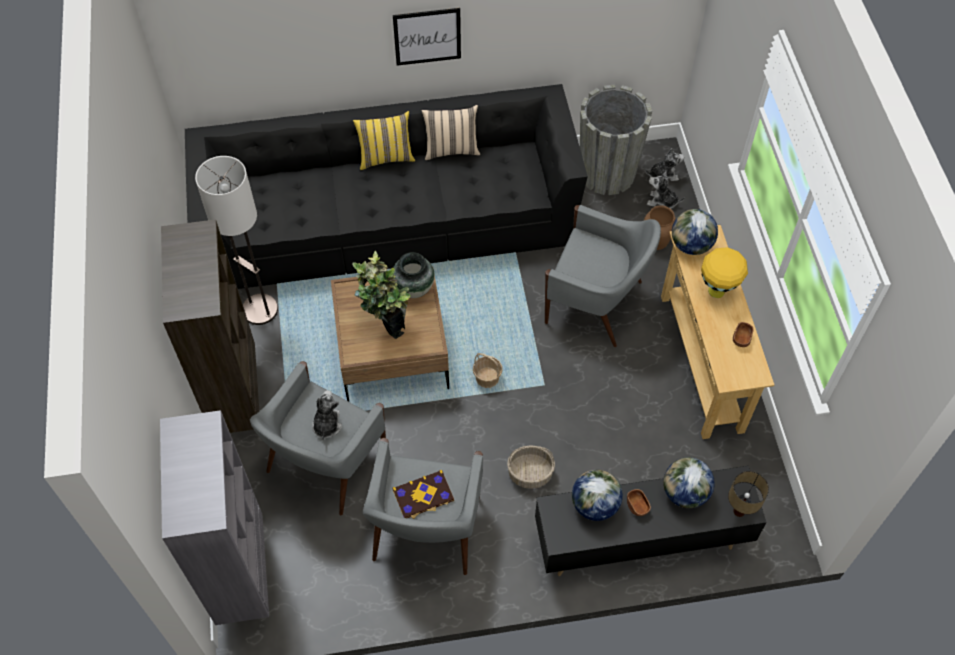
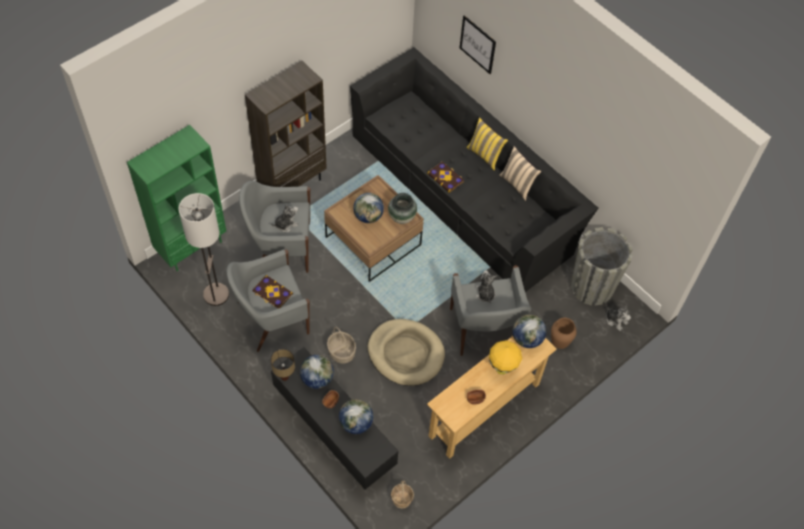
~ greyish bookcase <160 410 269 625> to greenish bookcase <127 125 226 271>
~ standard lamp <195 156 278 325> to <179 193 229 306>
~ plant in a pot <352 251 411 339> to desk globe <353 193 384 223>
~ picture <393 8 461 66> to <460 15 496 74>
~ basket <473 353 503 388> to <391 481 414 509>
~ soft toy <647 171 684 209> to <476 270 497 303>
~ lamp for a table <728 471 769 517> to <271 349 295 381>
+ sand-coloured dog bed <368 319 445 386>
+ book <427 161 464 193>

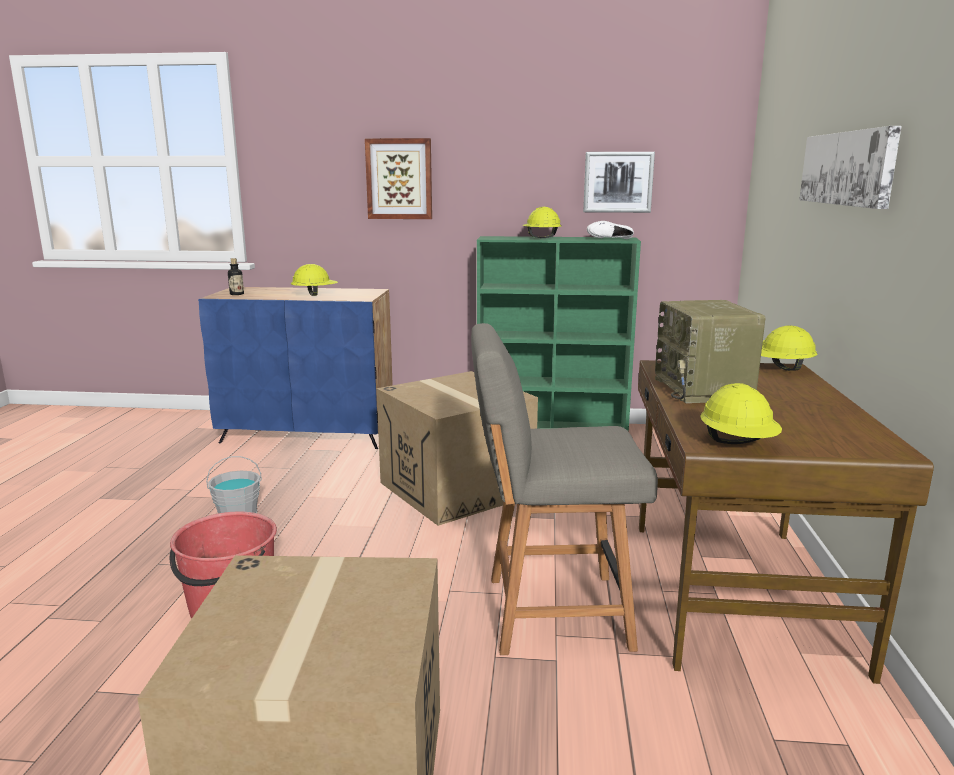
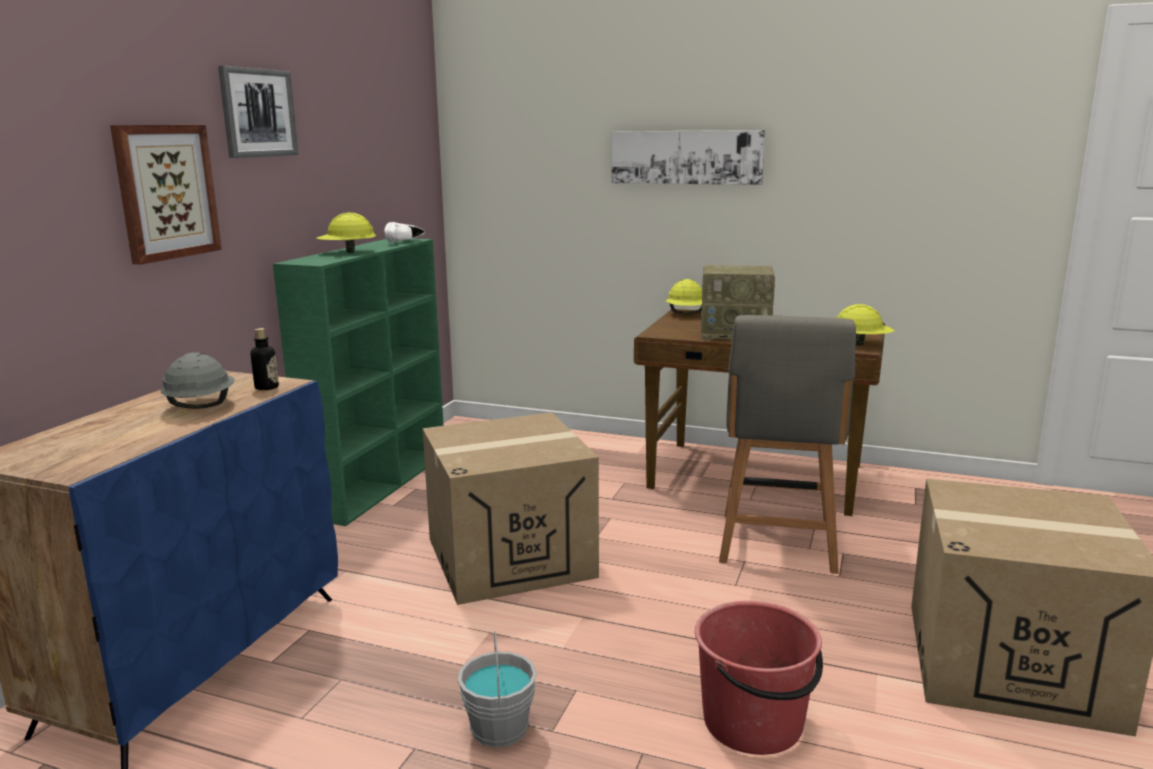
~ beverage bottle <228 258 244 295> to <250 328 279 390>
~ yellow safety helmet <291 264 338 296> to greyish safety helmet <161 352 235 409>
~ picture <583 152 655 213> to <218 66 299 158>

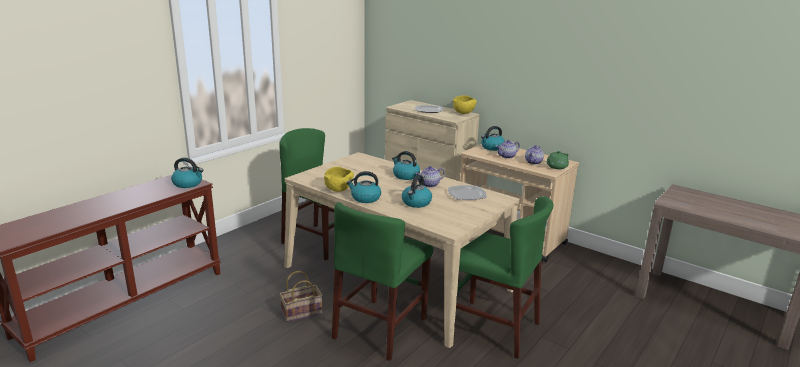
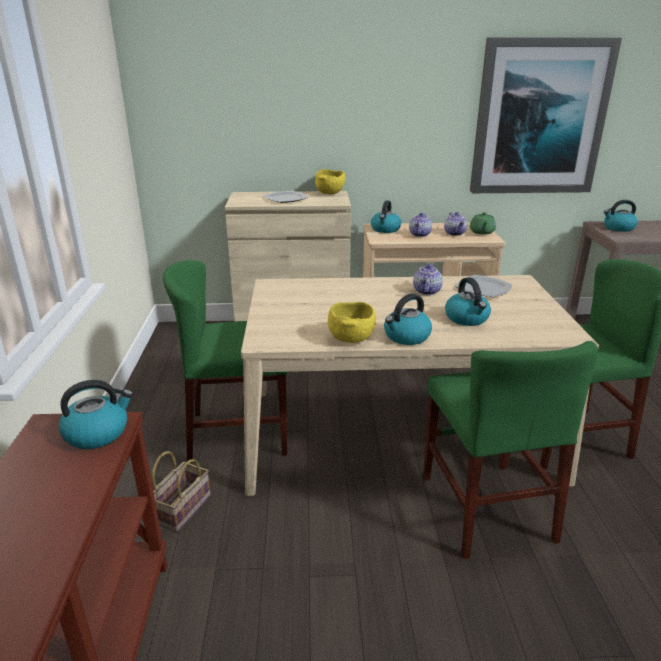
~ basket <280 271 322 322> to <152 451 211 532>
~ water kettle <392 151 420 180> to <604 200 638 232>
+ picture <470 37 622 193>

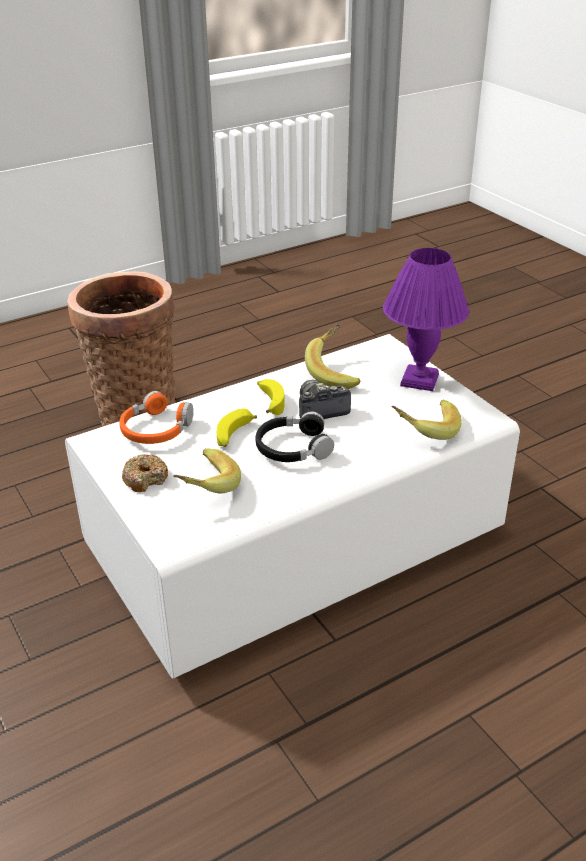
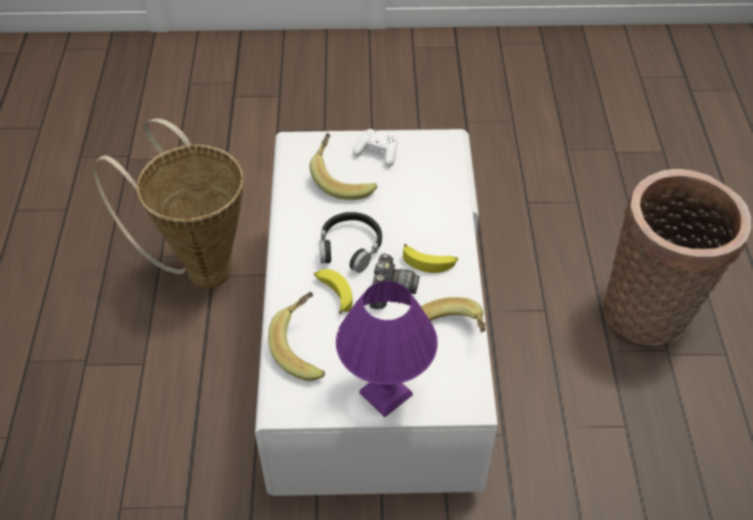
- orange-coloured headphones <119 391 193 444>
~ ring doughnut <122 454 168 492> to whitish gamepad <353 129 398 167>
~ banana <217 408 257 447> to <314 269 352 314>
+ basket <94 118 244 288>

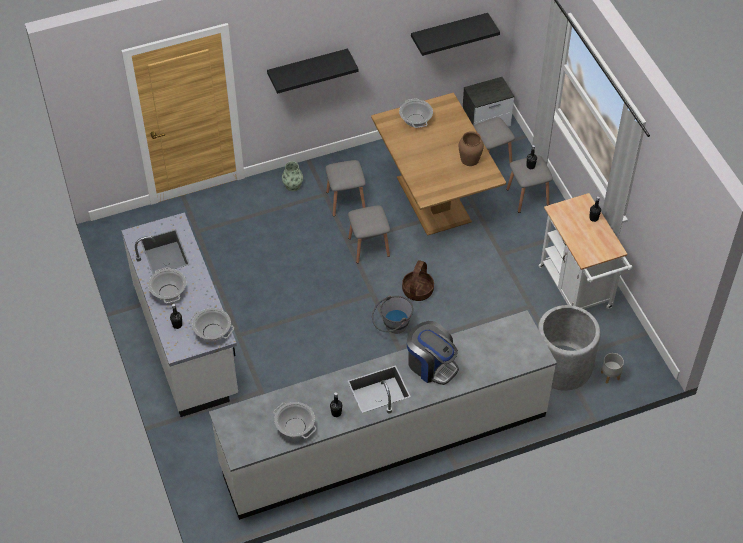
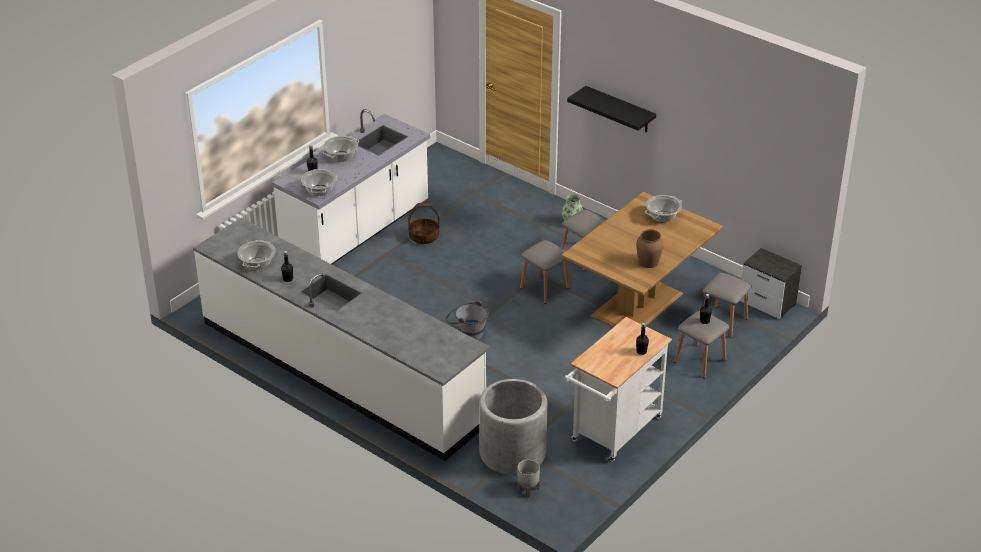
~ basket <402 260 434 301> to <408 202 439 244>
- coffee brewer <407 321 459 385>
- blackish bracket shelf <411 13 500 56>

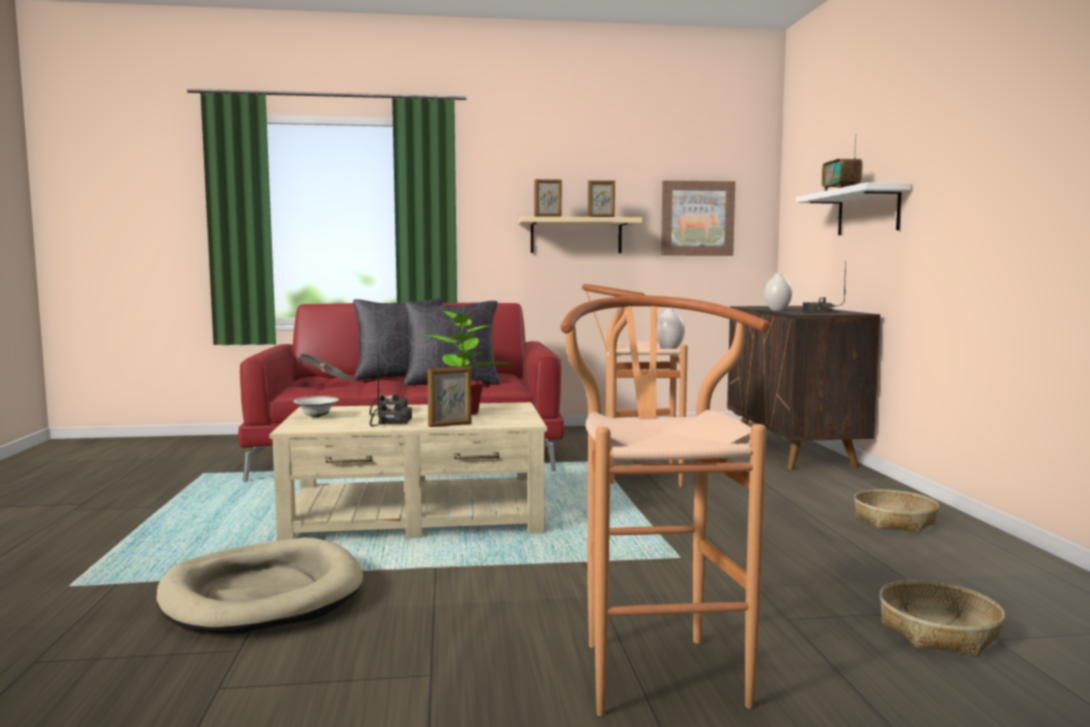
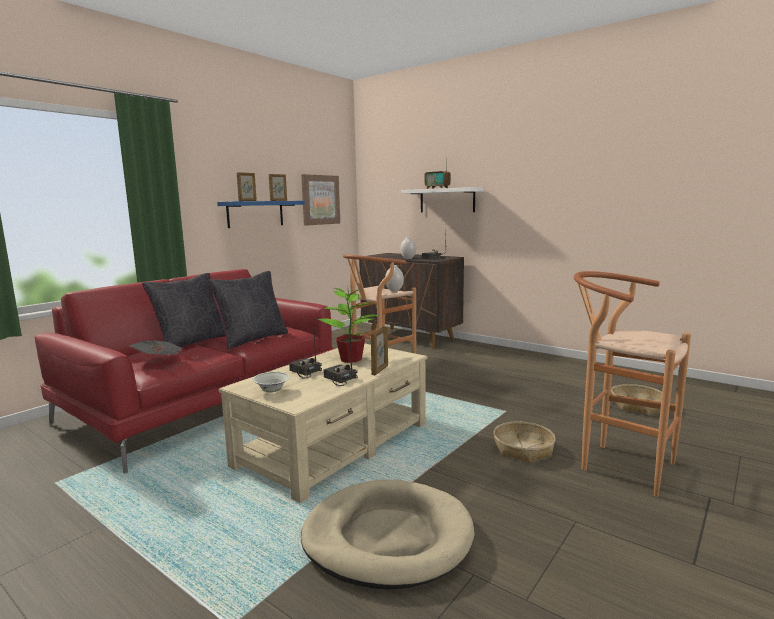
~ sand-coloured bracket shelf <518 216 642 253> to blue-coloured bracket shelf <217 201 305 228>
~ basket <854 489 940 533> to <493 422 555 463>

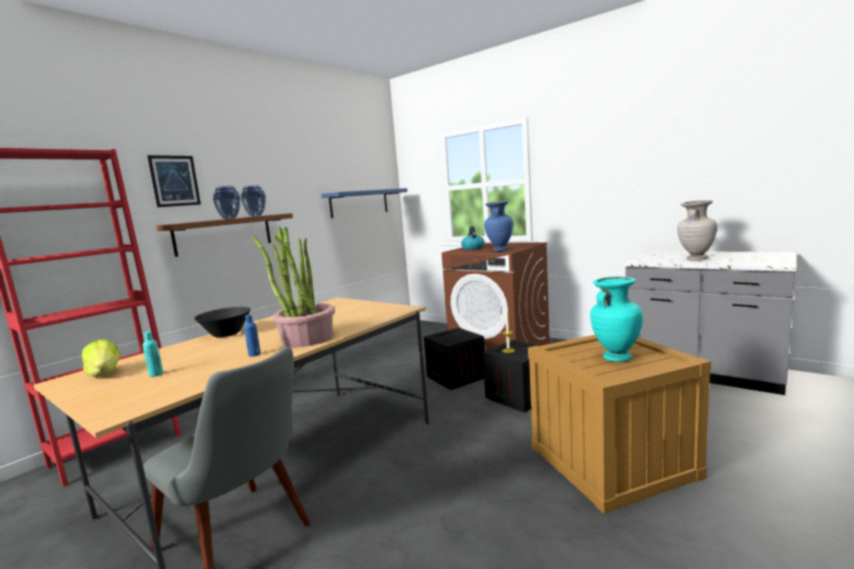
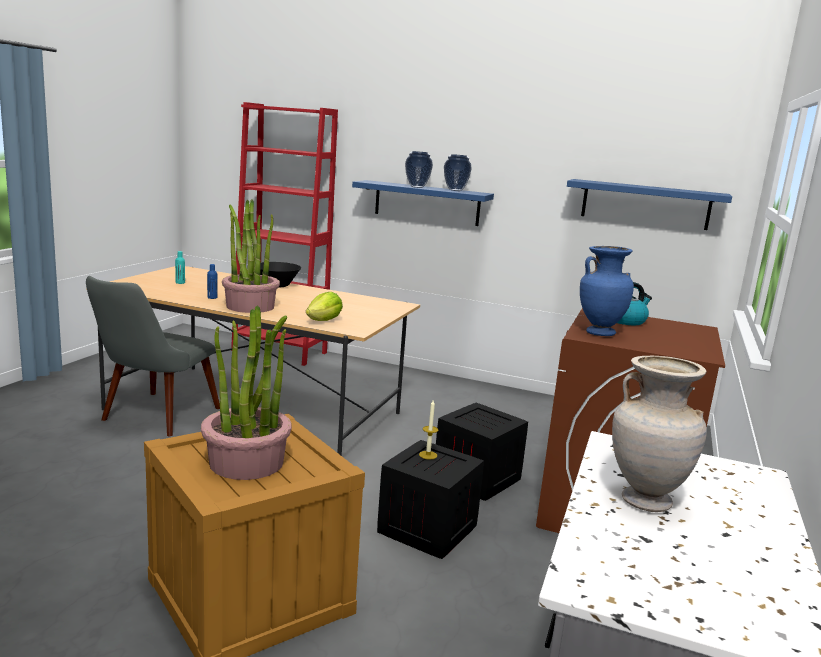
~ lettuce head <82 339 120 377> to <306 292 343 321>
- picture <147 155 201 207>
~ brownish bracket shelf <156 213 293 257> to blue-coloured bracket shelf <352 180 494 226>
~ turquoise flower vase <590 276 643 362> to plant in a pot <201 306 292 480>

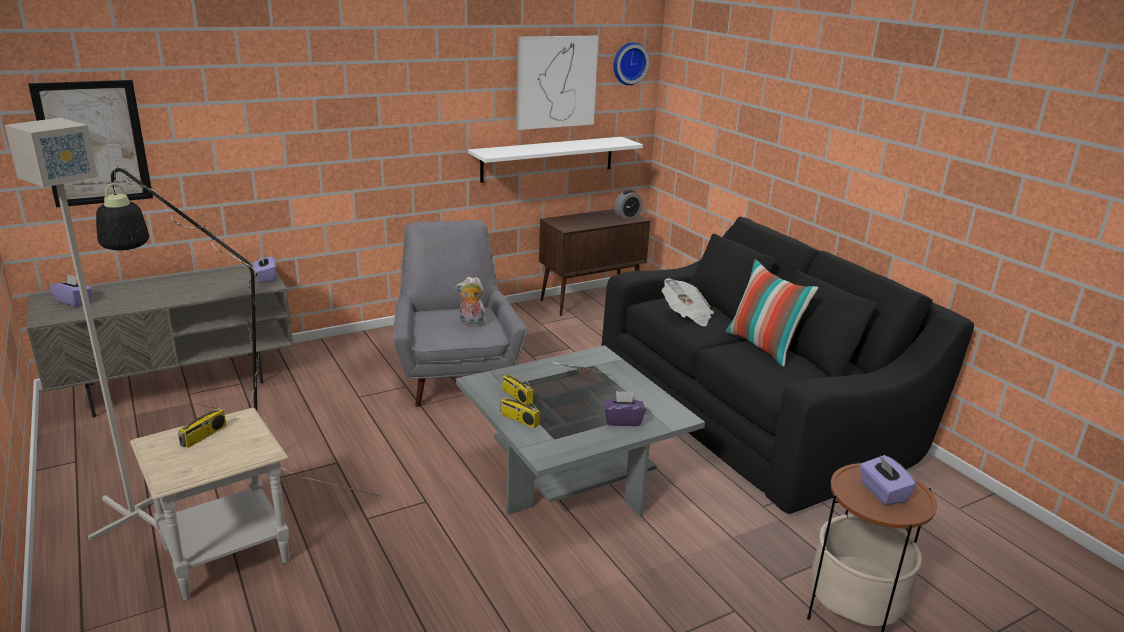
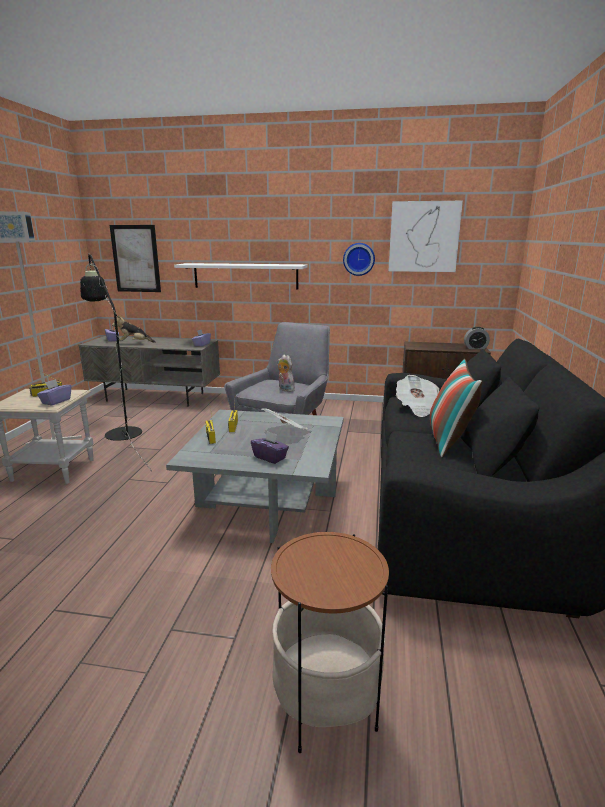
~ whitish bracket shelf <468 137 643 183> to <174 263 307 290>
~ wall clock <613 42 649 85> to <343 243 375 276>
~ purple-coloured box of tissues <859 455 916 505> to <37 379 71 406>
+ soft toy <112 315 156 343>

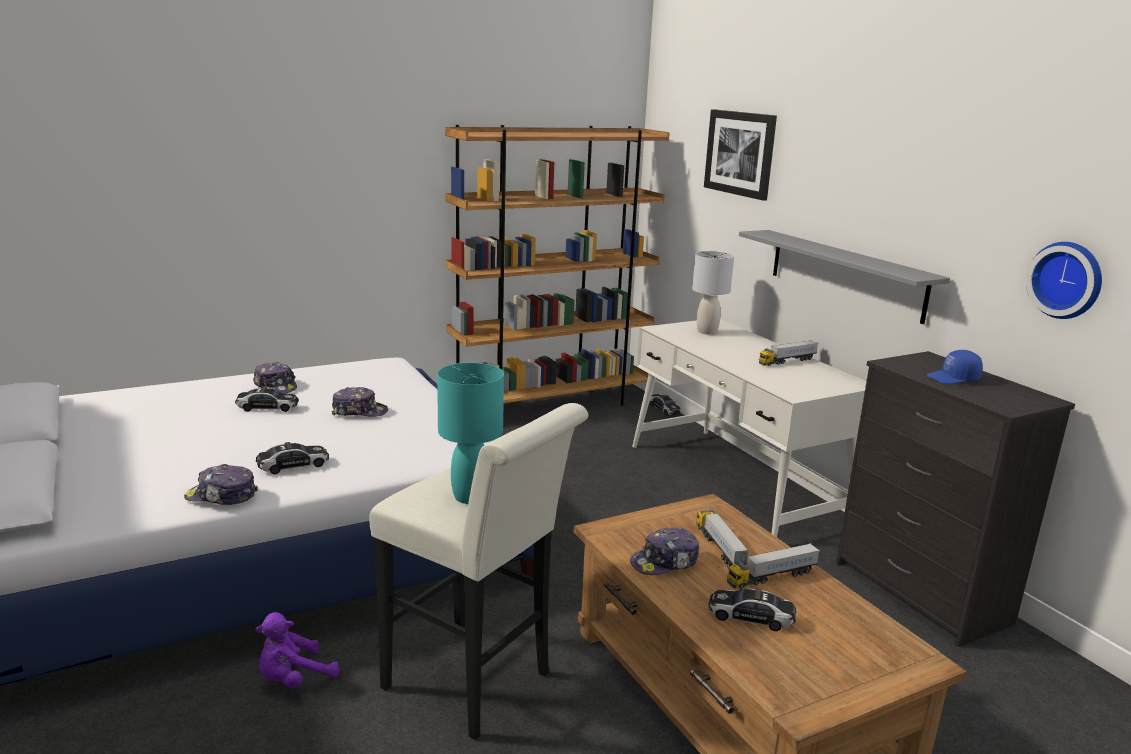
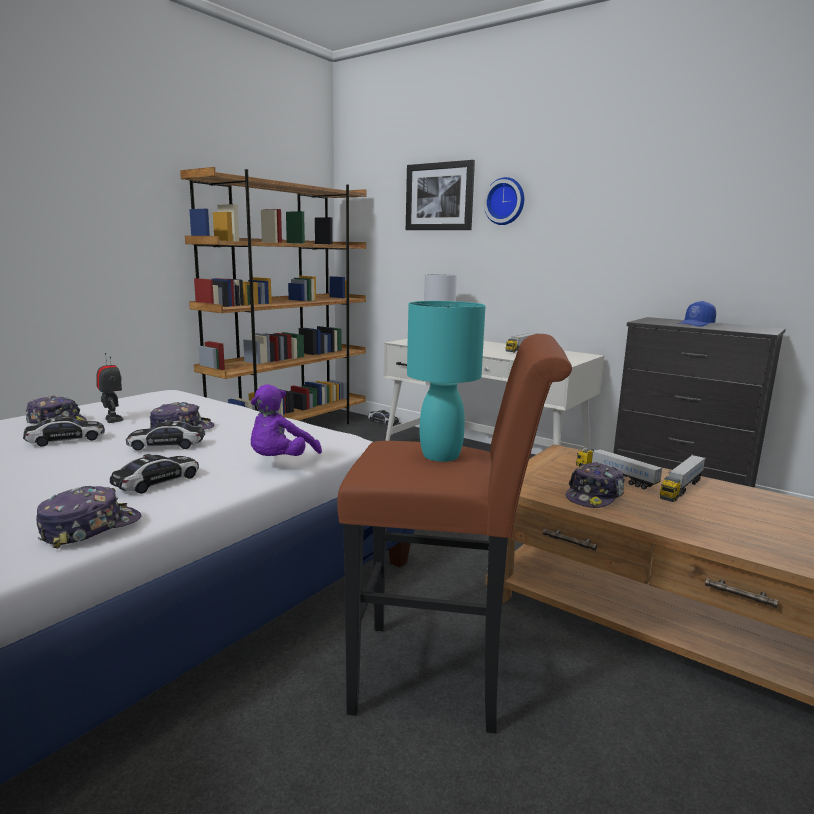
~ cap <184 464 258 505> = <36 486 142 549> 150 degrees clockwise
~ purple-coloured soft toy <255 612 339 688> to <251 384 322 456>
~ whitish stool <369 403 588 740> to brownish stool <337 334 572 734>
~ model car <708 588 796 631> to <126 420 205 451>
- greyish bracket shelf <739 230 950 324>
~ wall clock <1026 242 1102 319> to <484 177 524 225>
+ robot figure <96 353 124 423>

